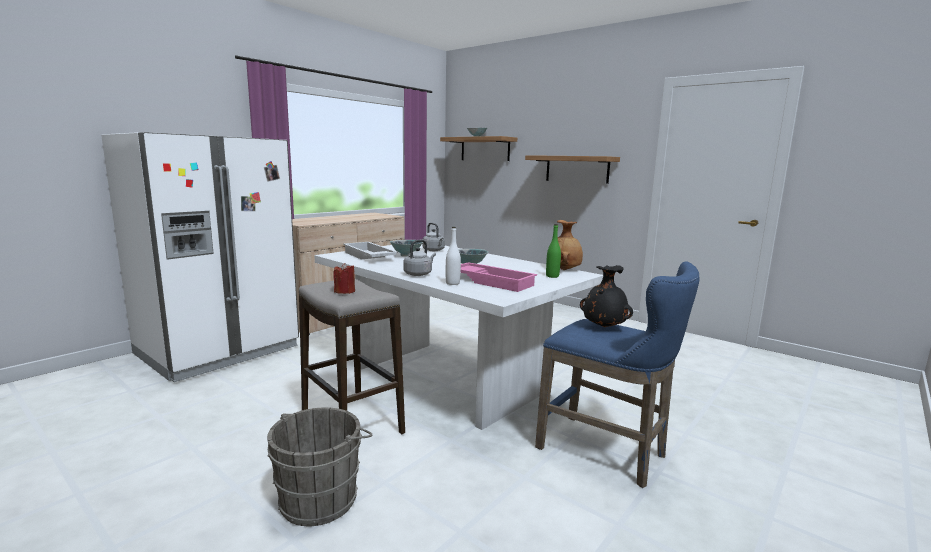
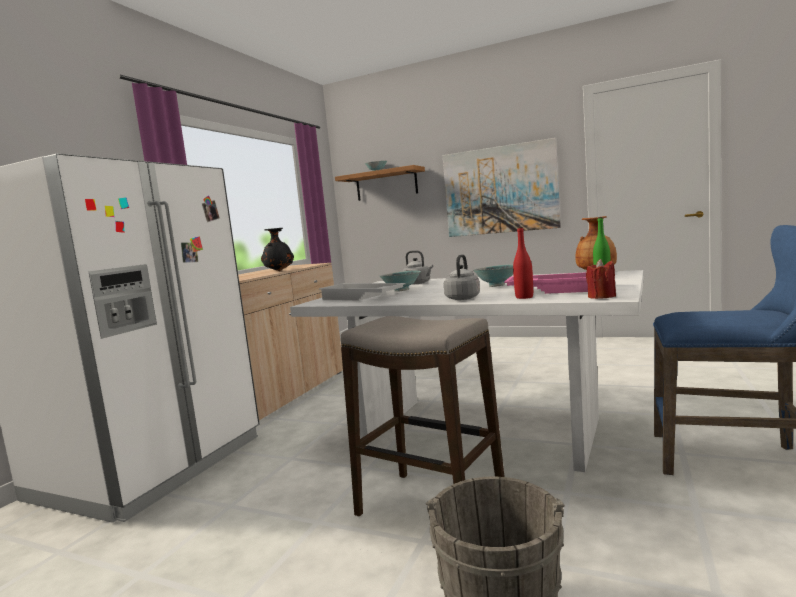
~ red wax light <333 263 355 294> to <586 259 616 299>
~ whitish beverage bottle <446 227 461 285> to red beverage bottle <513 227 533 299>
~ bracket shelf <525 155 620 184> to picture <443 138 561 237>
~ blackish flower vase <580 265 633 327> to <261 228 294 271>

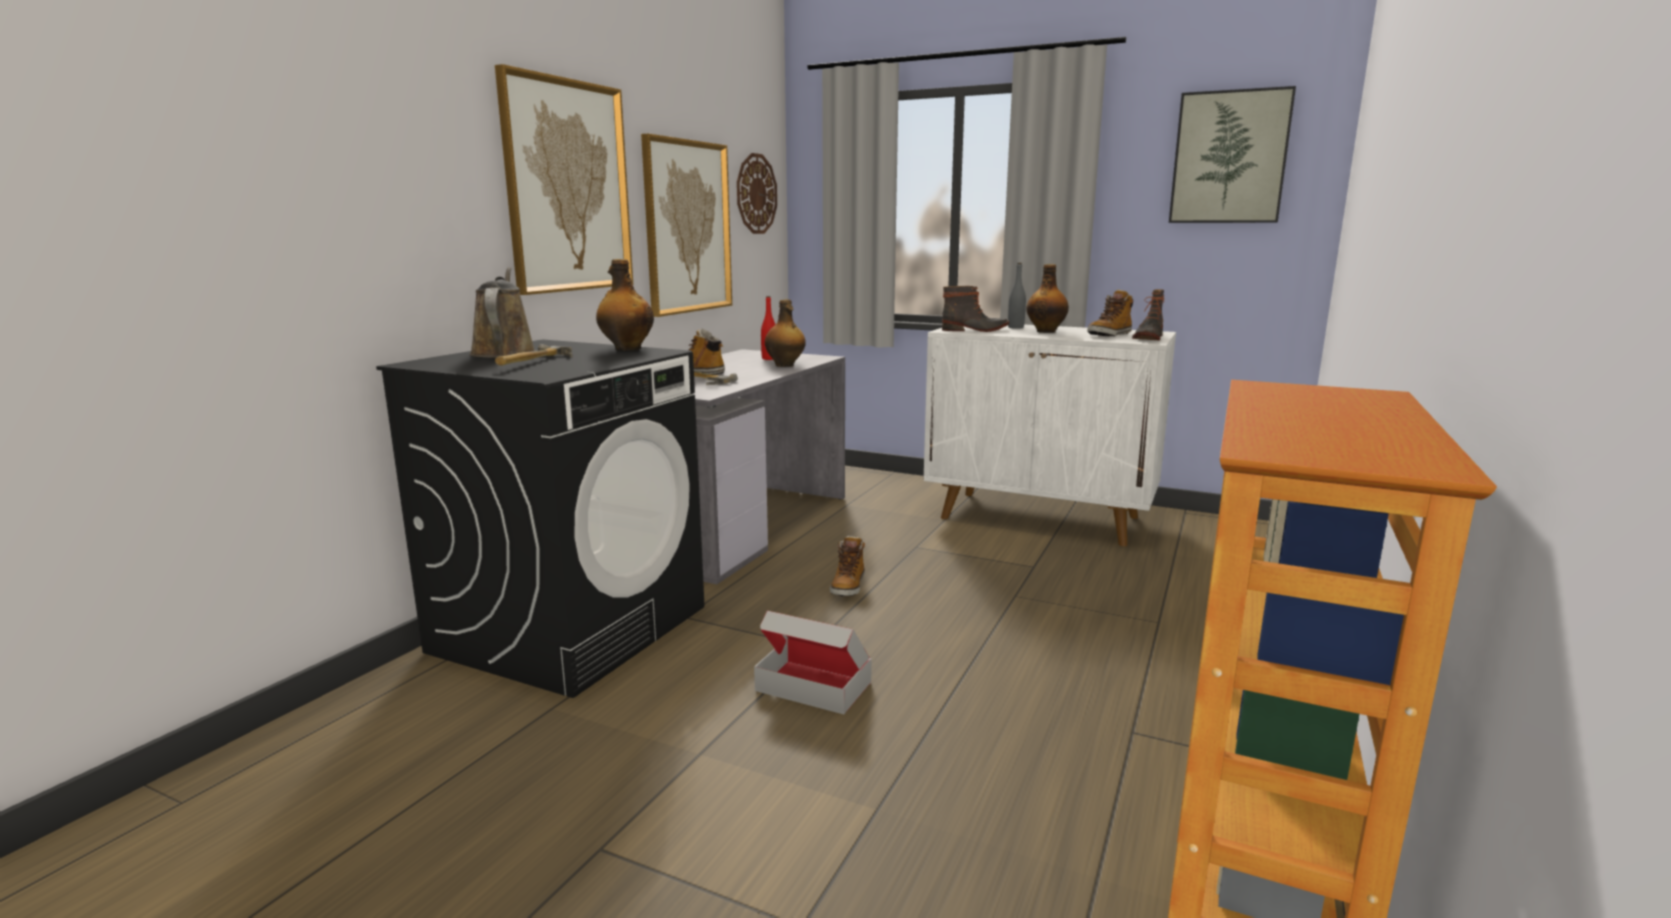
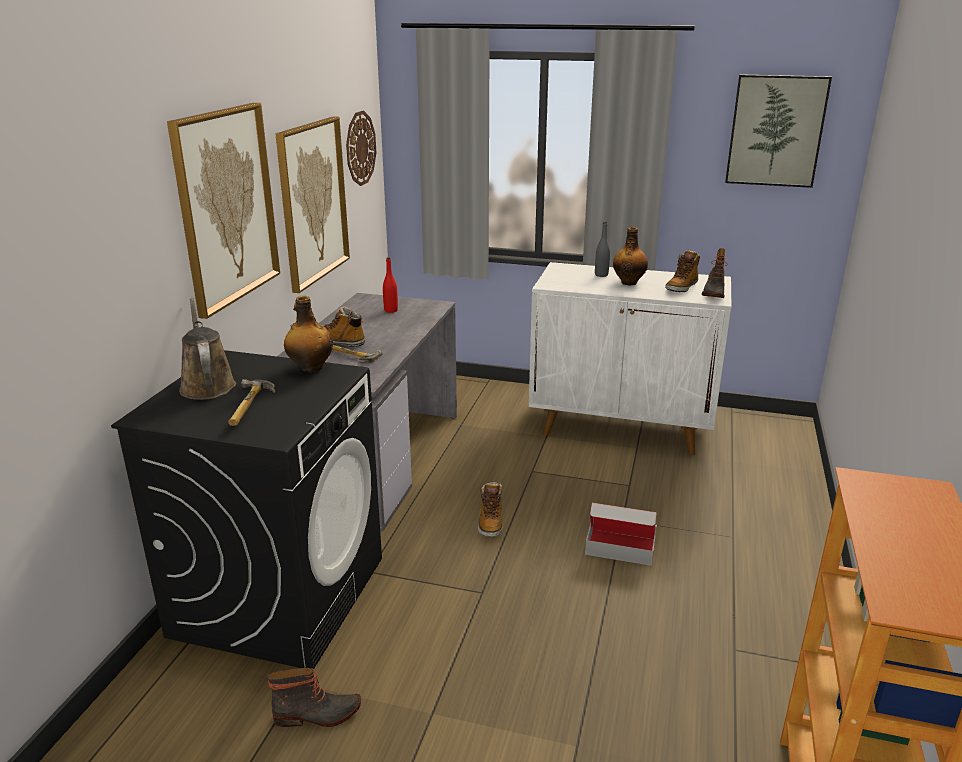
~ carton <754 610 872 714> to <585 503 657 566>
- beverage bottle <765 299 806 367>
~ high-top boot <942 286 1009 332> to <268 668 361 727>

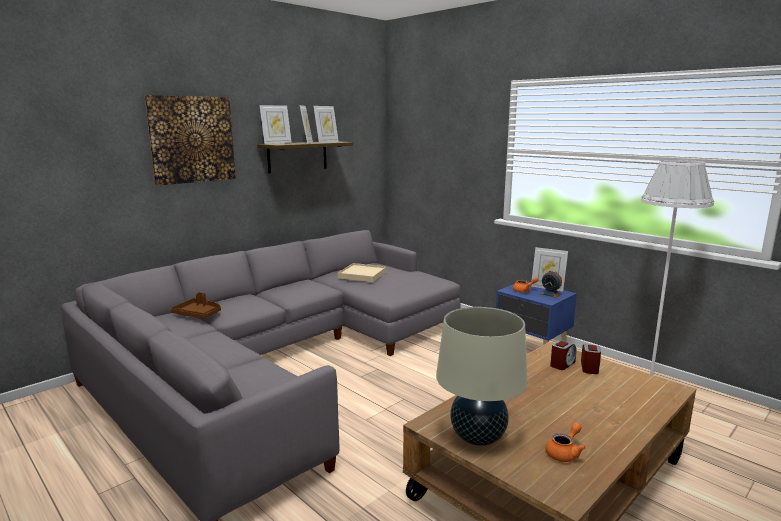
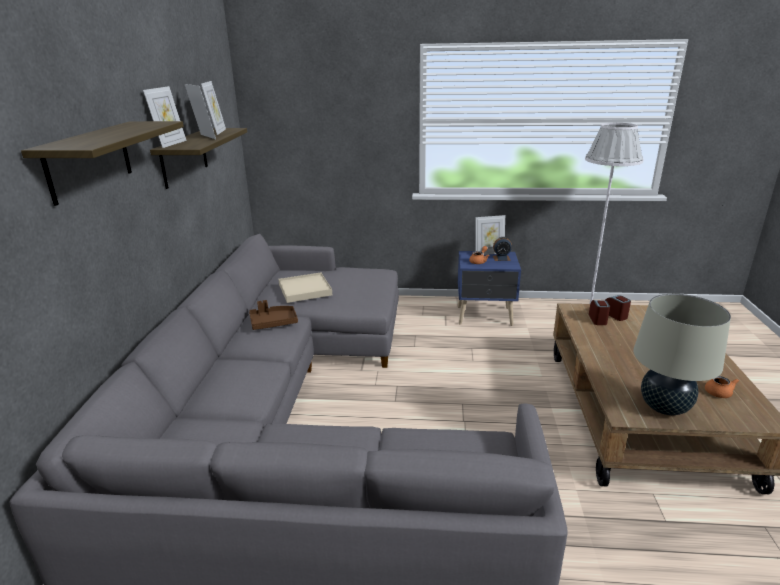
~ picture <144 95 236 186> to bracket shelf <21 121 184 206>
~ brownish serving tray <171 292 221 318> to <249 300 298 330>

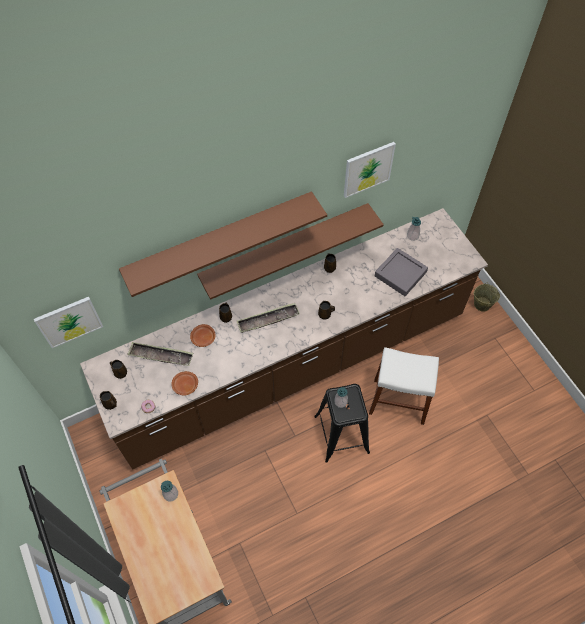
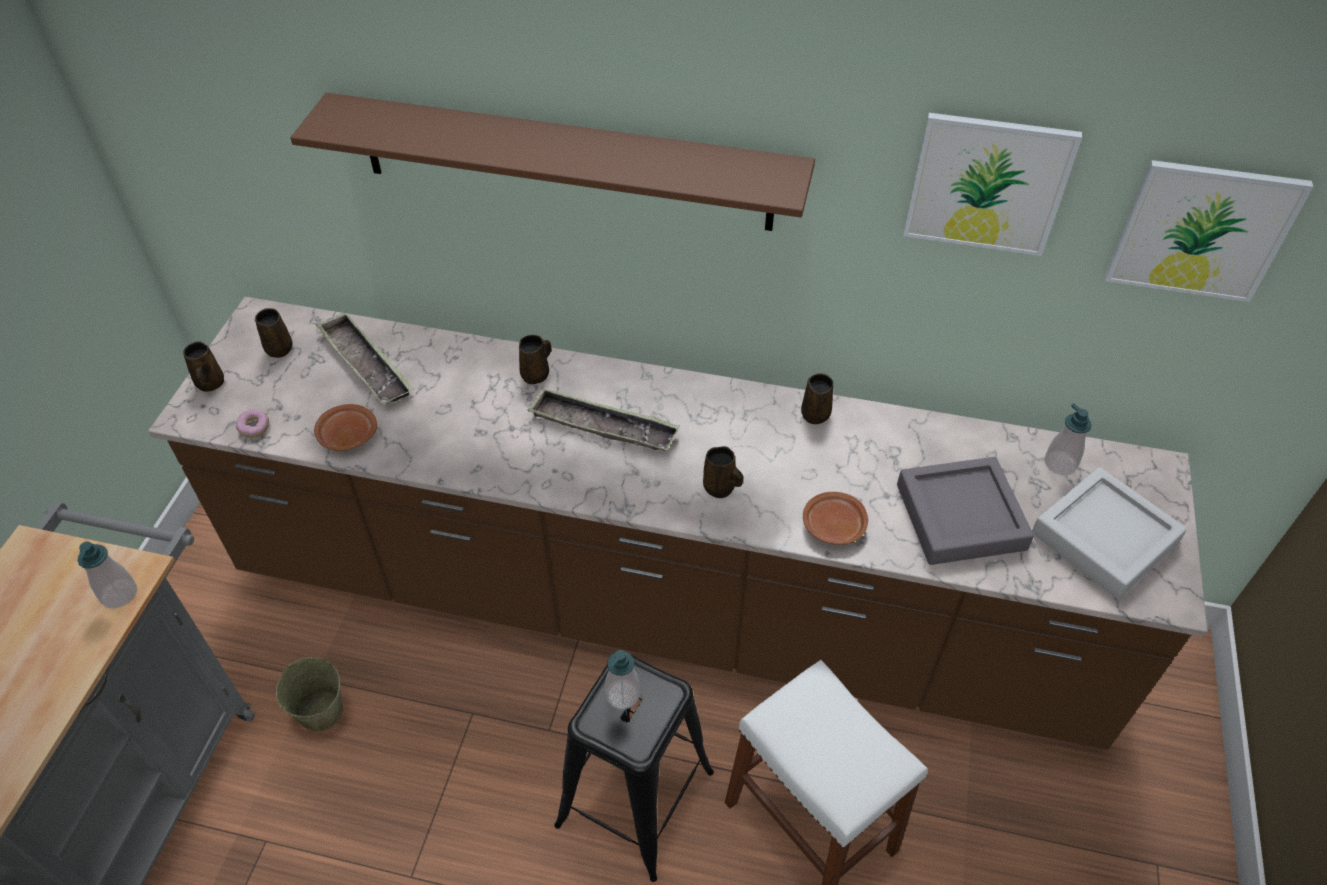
~ picture <34 297 103 348> to <1105 160 1313 302>
~ brownish flat dish <190 324 216 347> to <803 492 868 545>
- brownish bracket shelf <197 203 384 300>
~ sand-coloured pail <473 283 500 312> to <276 657 343 732>
+ greyish serving tray <1032 467 1187 599>

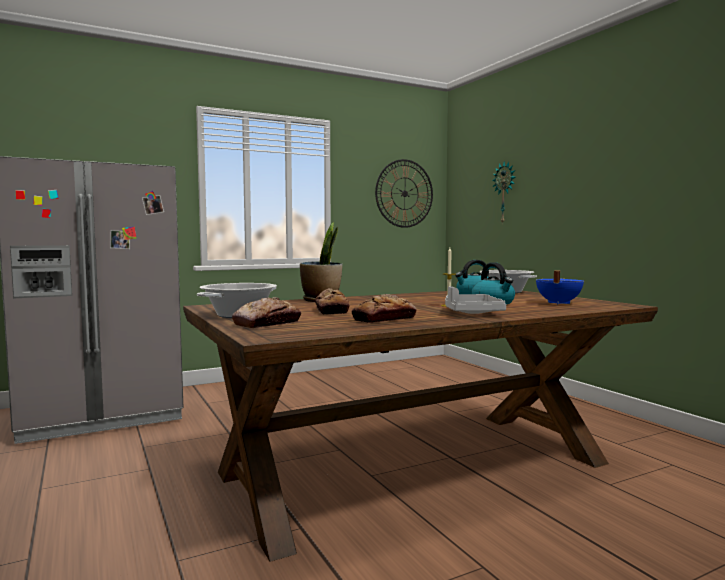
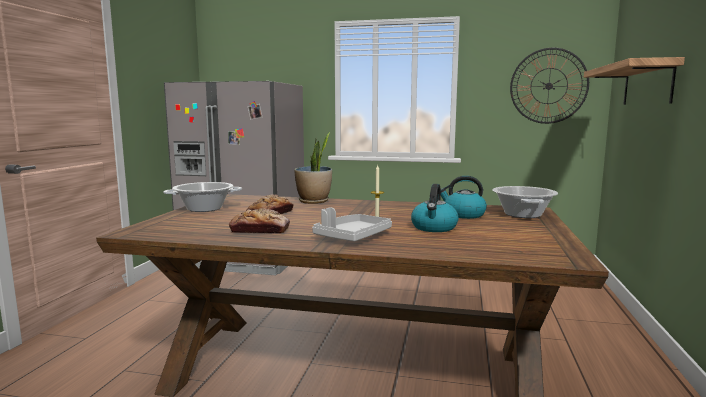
- bakery bread <232 297 301 328>
~ wall clock <492 161 515 224> to bracket shelf <584 57 685 105>
- blue-coloured stockpot <536 270 584 305>

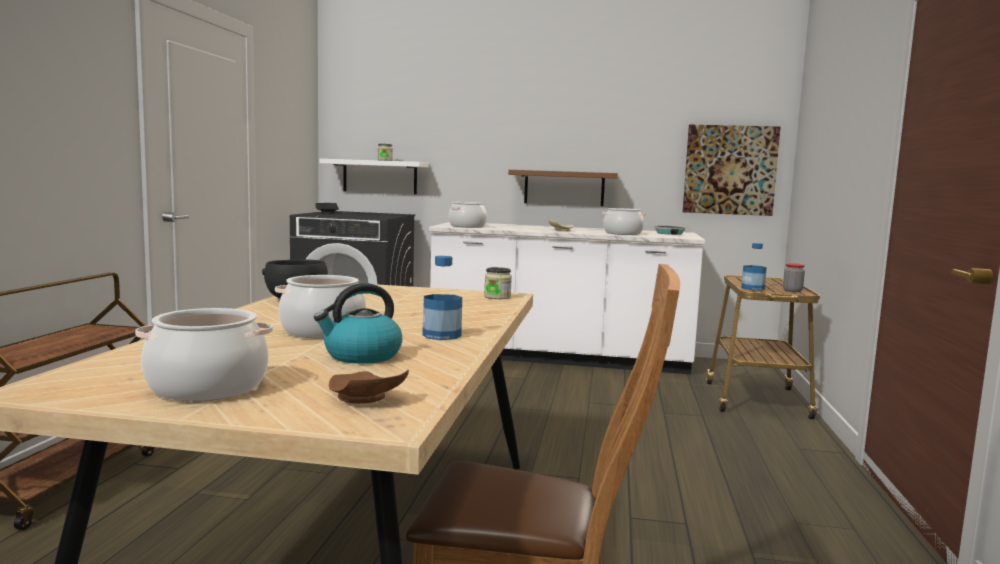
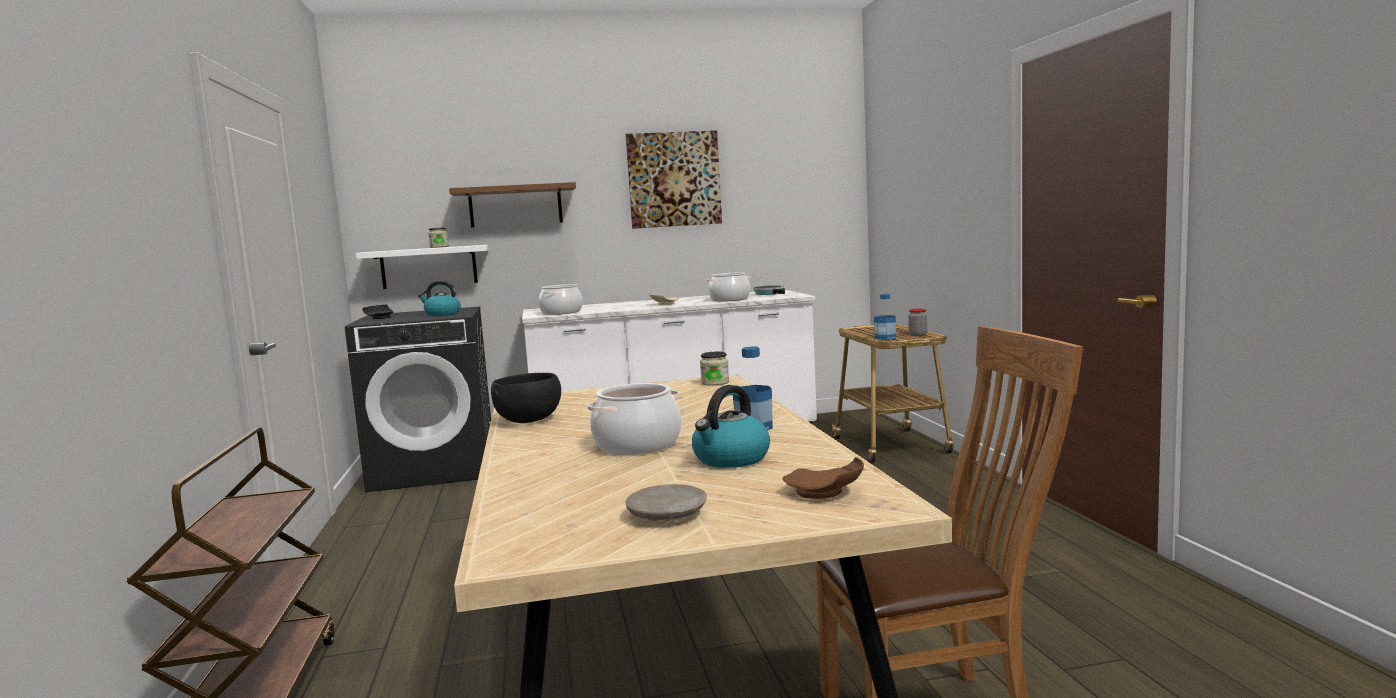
~ stockpot <135 308 273 401> to sand-coloured flat dish <626 484 707 521>
~ brownish bracket shelf <508 170 618 206> to <449 182 576 228>
~ picture <683 125 781 216> to <626 130 722 229>
+ water kettle <418 281 461 316>

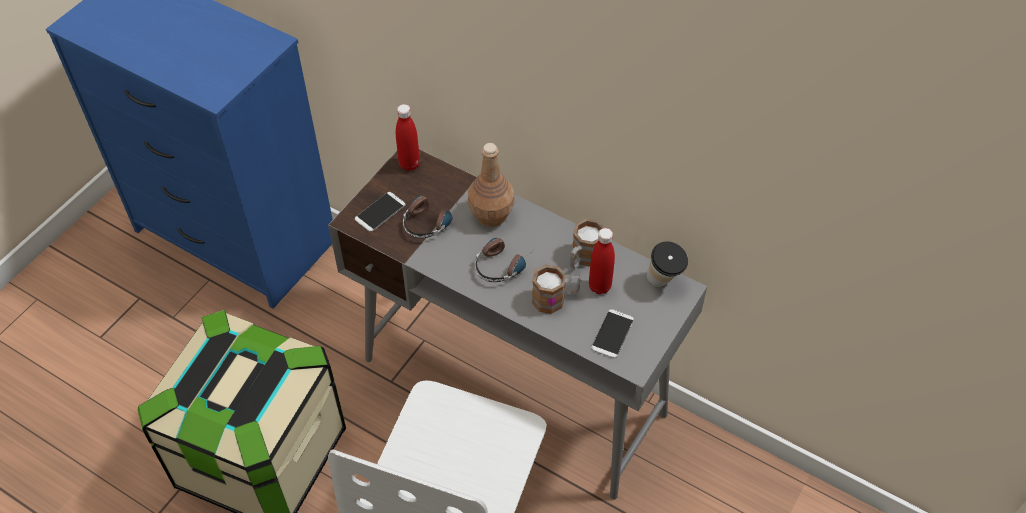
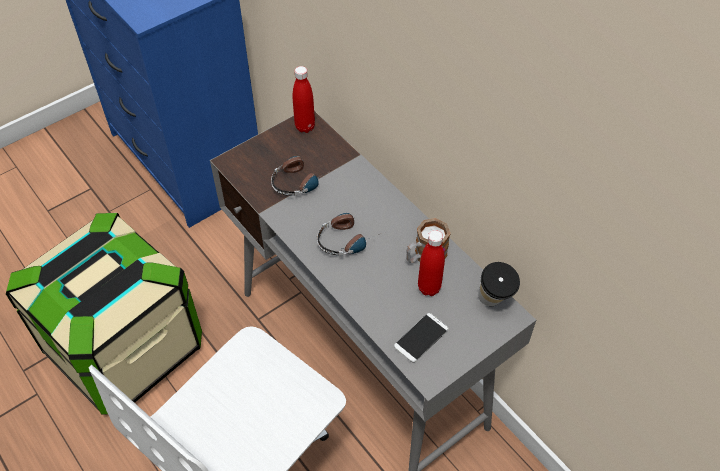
- telephone <355 192 406 232>
- brownish beverage bottle <468 143 515 227>
- coffee mug <532 265 581 314>

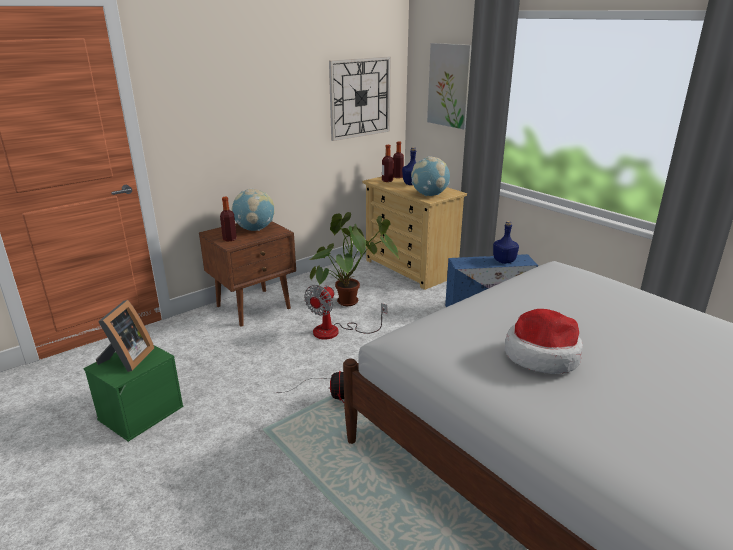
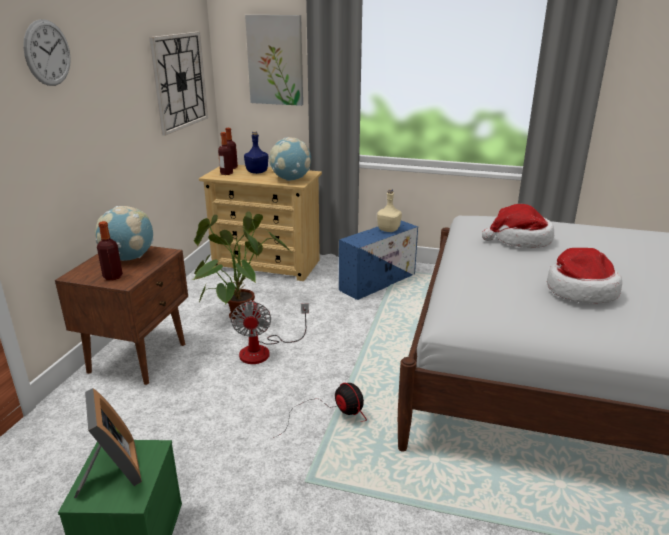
~ blue-coloured beverage bottle <493 221 519 264> to sand-coloured beverage bottle <377 189 402 232>
+ wall clock <23 19 71 86>
+ hat <482 204 554 248>

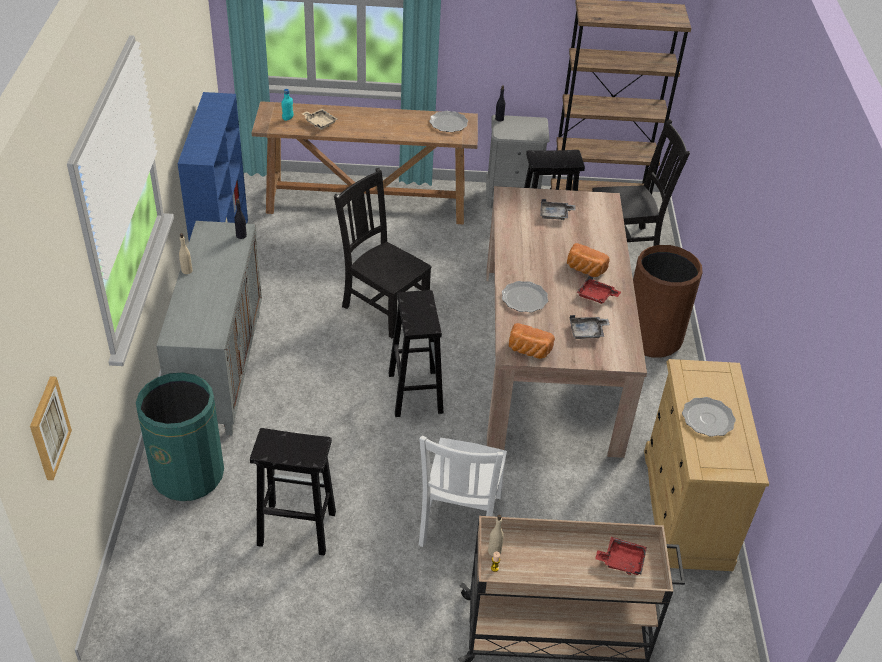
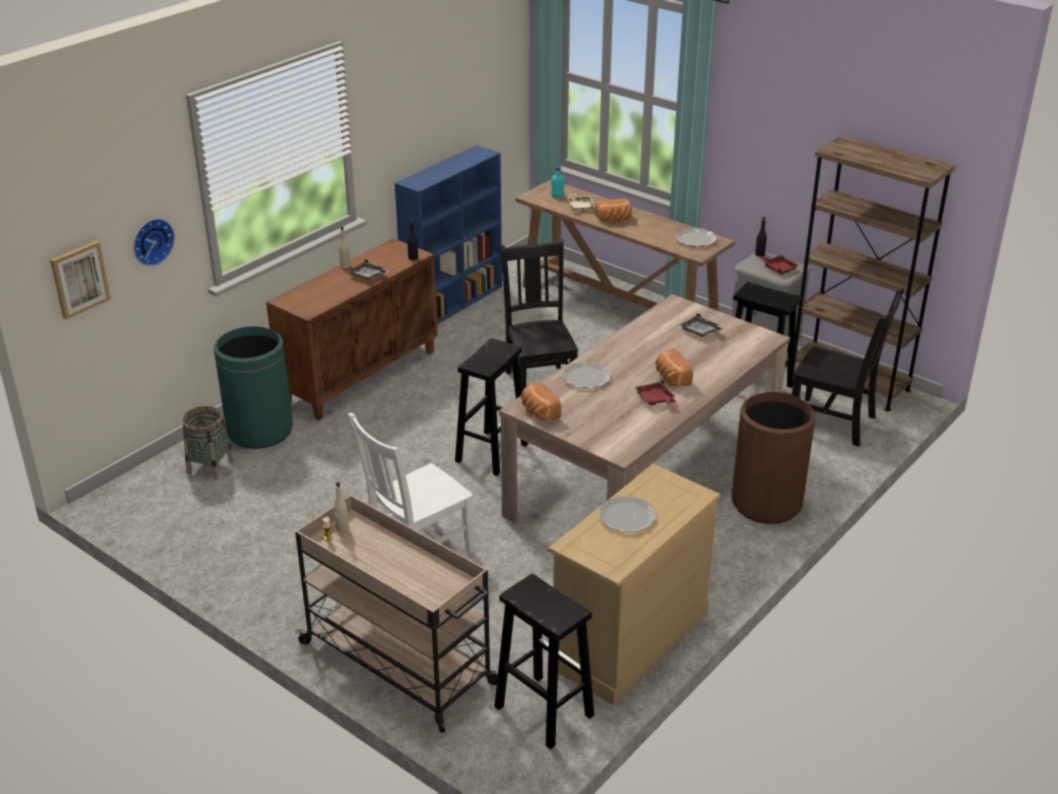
~ greyish cabinet <156 221 262 436> to brownish cabinet <266 238 438 421>
~ blackish stool <250 428 336 556> to <494 574 594 750>
~ greyish serving tray <570 315 610 339> to <348 259 389 281>
~ red serving tray <595 537 647 575> to <760 255 799 275>
+ wall clock <133 219 175 266>
+ basket <183 406 234 480>
+ bakery bread <595 199 632 222>

